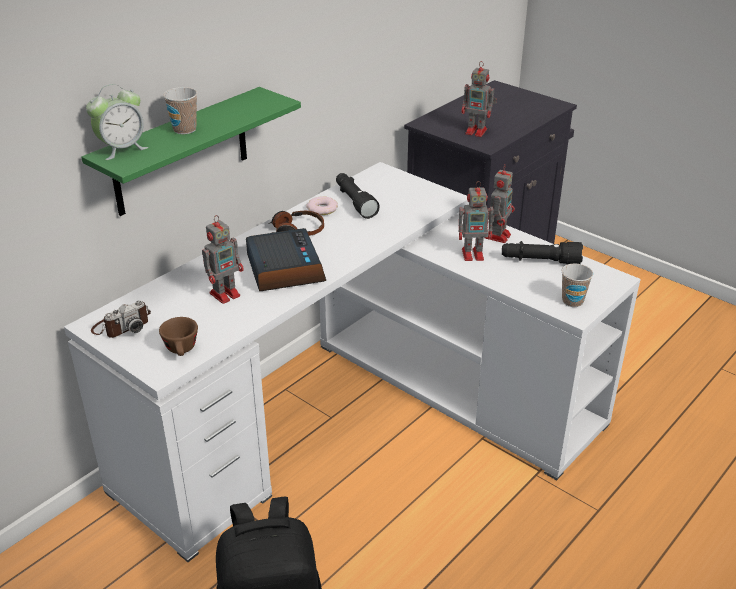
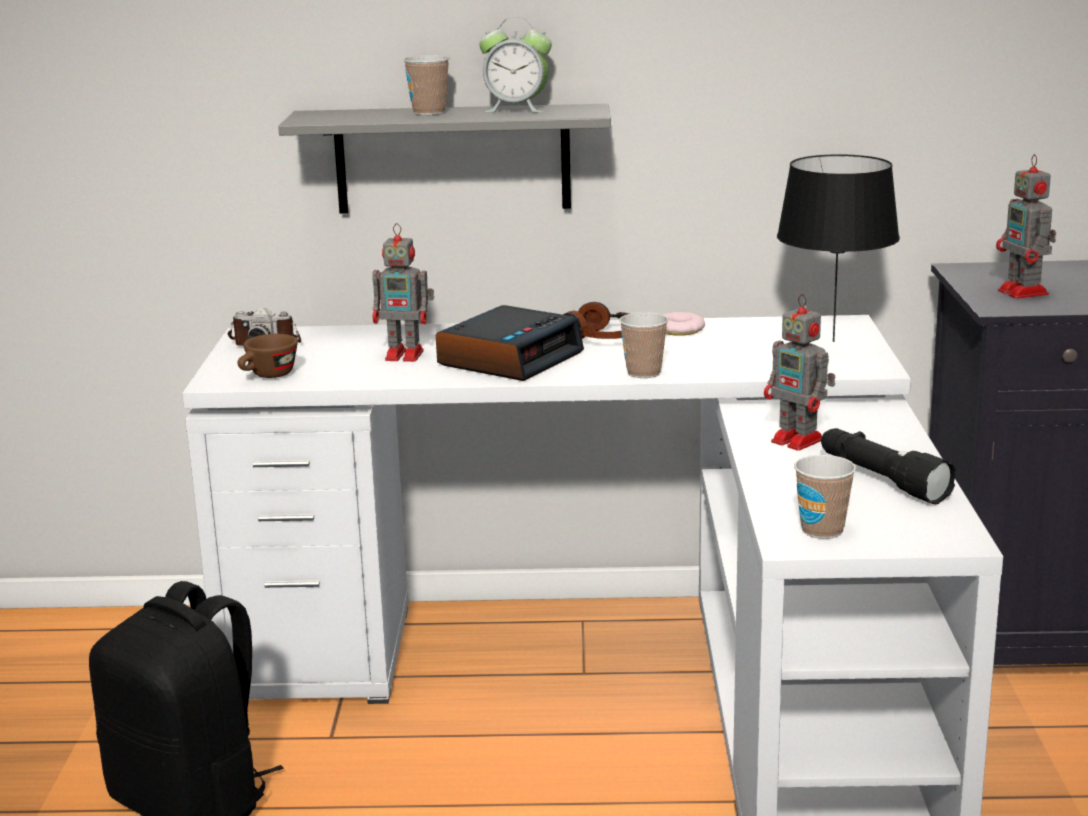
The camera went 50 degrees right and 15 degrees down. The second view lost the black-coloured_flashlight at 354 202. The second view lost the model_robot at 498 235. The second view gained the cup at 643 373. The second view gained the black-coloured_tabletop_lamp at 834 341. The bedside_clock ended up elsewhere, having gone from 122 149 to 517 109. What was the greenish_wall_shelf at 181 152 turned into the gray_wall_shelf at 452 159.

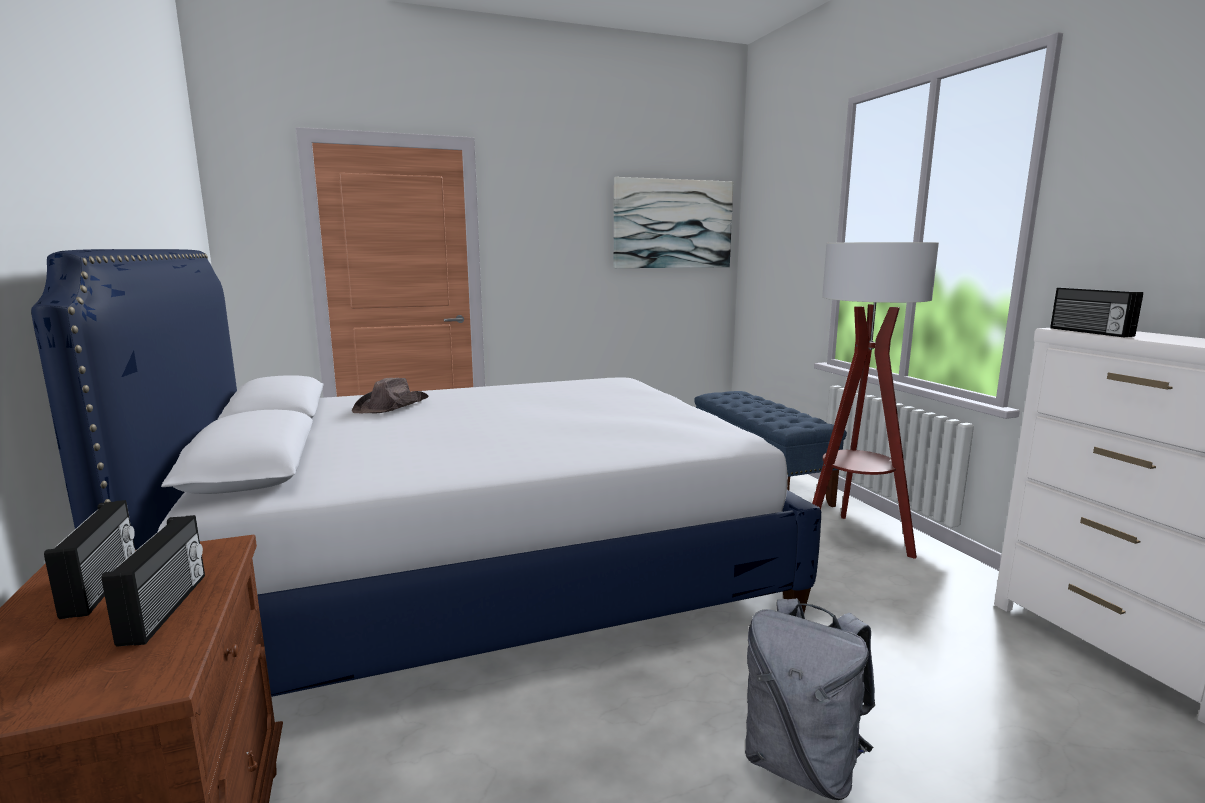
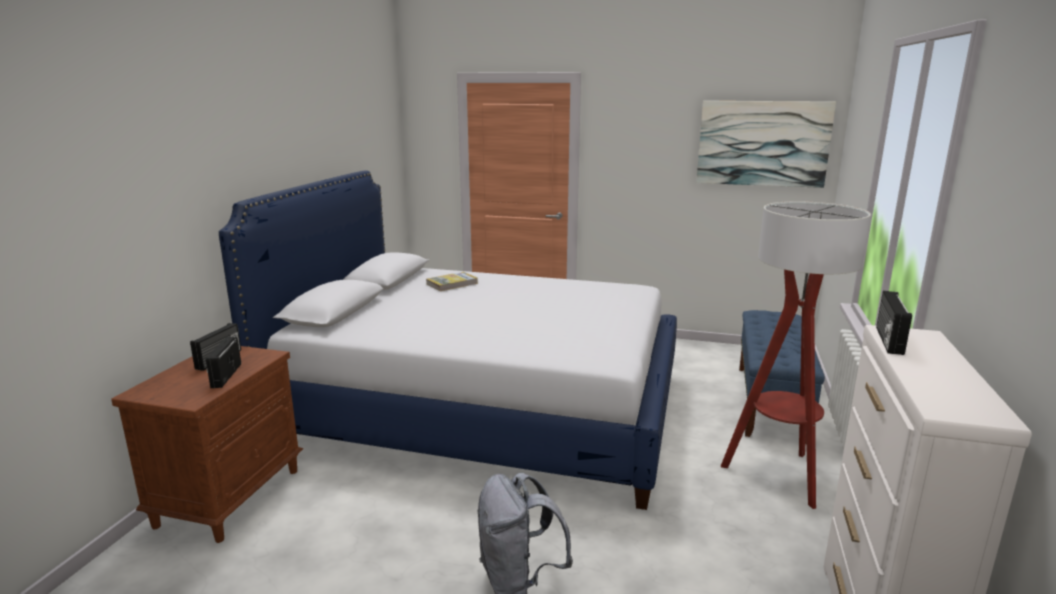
The camera went 35 degrees right and 5 degrees up. Where the brown-coloured_hat stood at 392 406, the volume came to stand at 452 284. The radio_set at 167 608 ended up facing another way, 150 degrees clockwise from before.

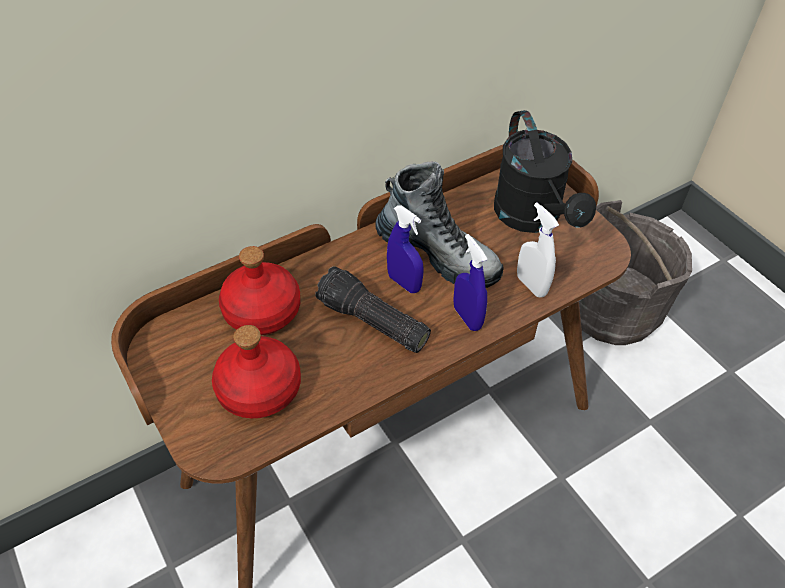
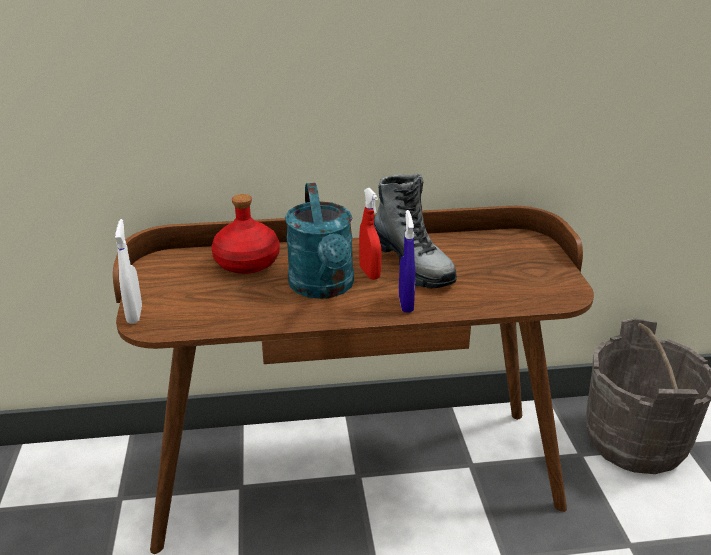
The camera went 25 degrees right and 20 degrees down. The second view lost the reddish_drink_bottle at 260 389. The second view lost the black-coloured_watering_pot at 533 218. The white-coloured_spray_bottle ended up elsewhere, having gone from 531 285 to 134 314. Where the flashlight stood at 371 323, the blue-green_watering_pot came to stand at 324 288. What was the blue-coloured_spray_bottle at 404 283 turned into the reddish_spray_bottle at 369 273.

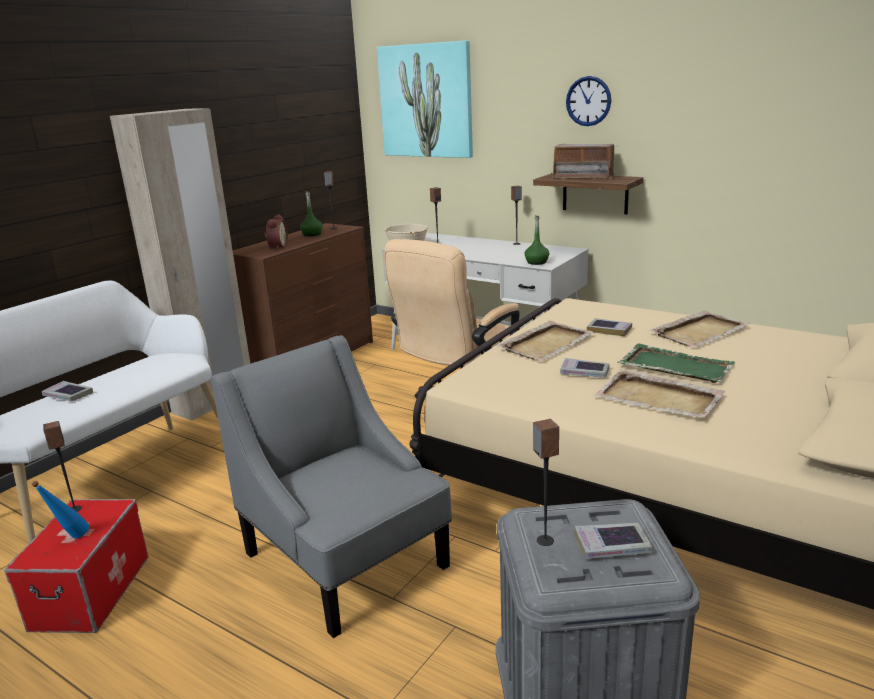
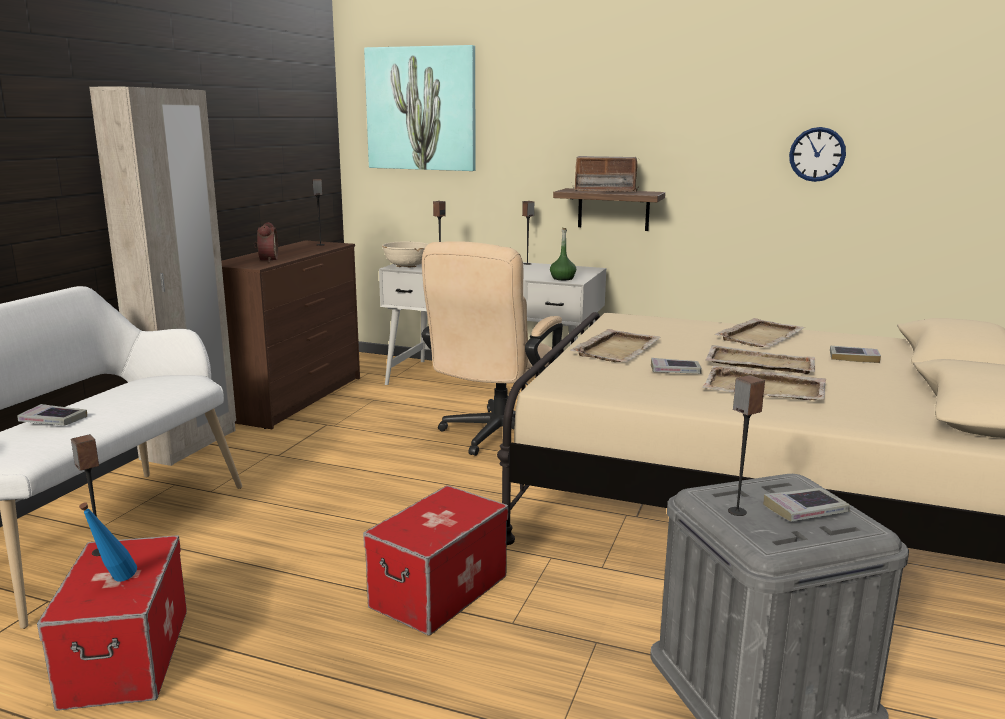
The camera went 15 degrees left and 5 degrees down. The second view lost the greenish_drink_bottle at 312 234. The wall_clock ended up elsewhere, having gone from 588 101 to 817 154. The volume ended up elsewhere, having gone from 609 330 to 854 358. Where the gray_lounge_chair stood at 346 559, the storage_bin came to stand at 439 591. What was the greenish_carrying_tray at 674 366 turned into the beige-coloured_carrying_tray at 758 363.

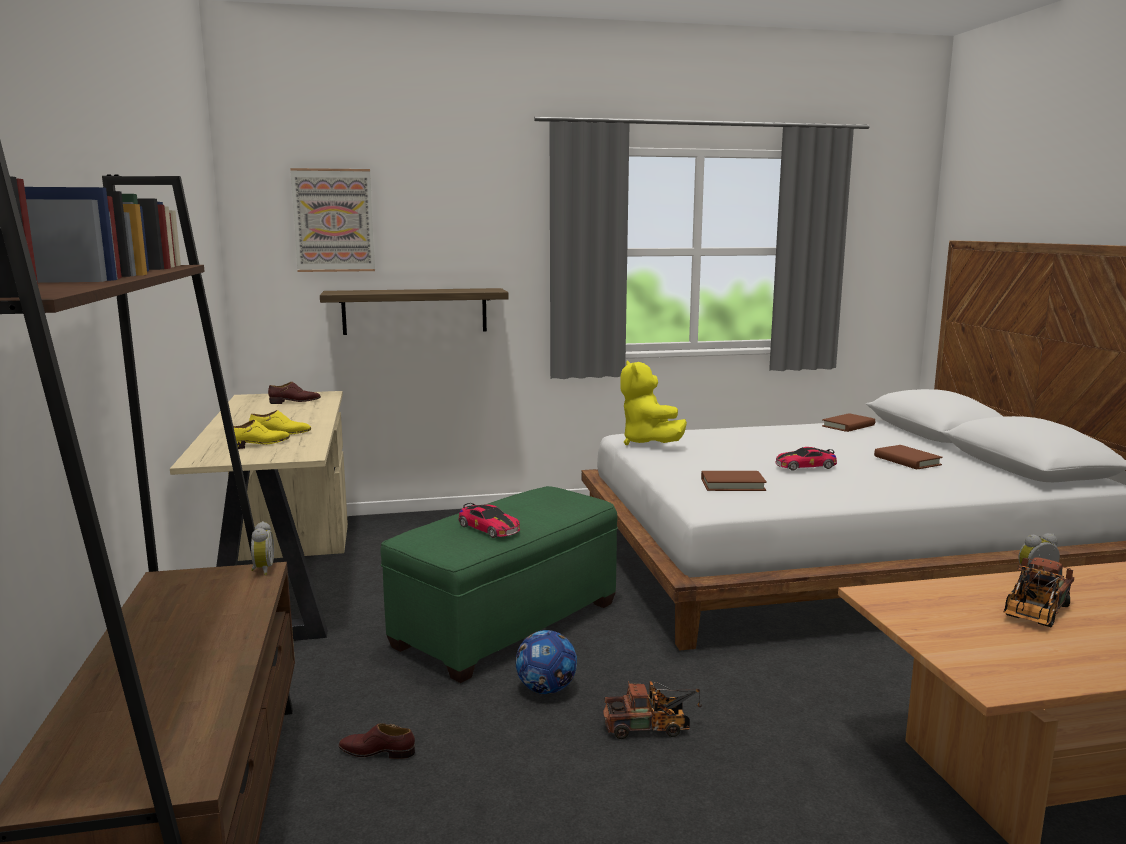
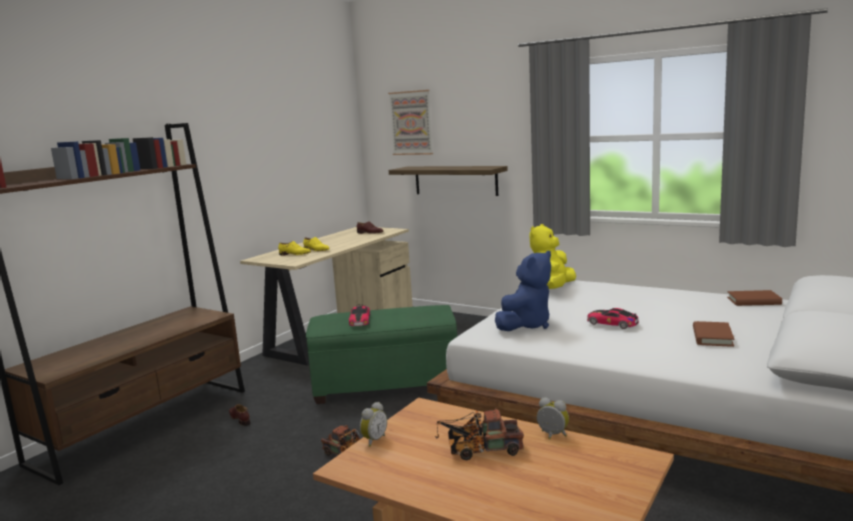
The camera went 45 degrees right and 0 degrees up. The second view lost the football at 546 689. The bedside_clock ended up elsewhere, having gone from 262 570 to 373 440. Where the brown-coloured_volume stood at 732 484, the blue-coloured_soft_toy came to stand at 526 325.

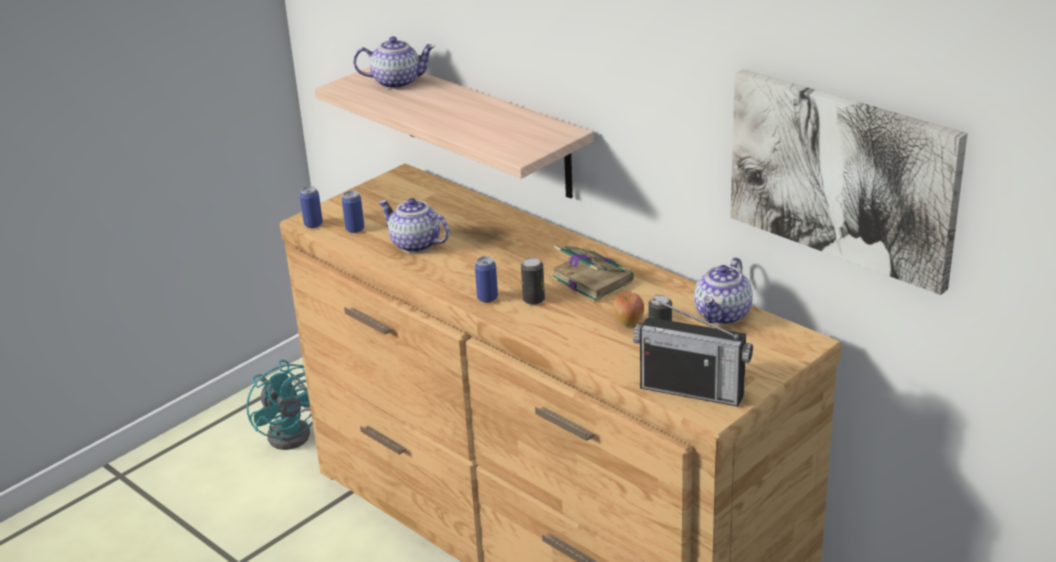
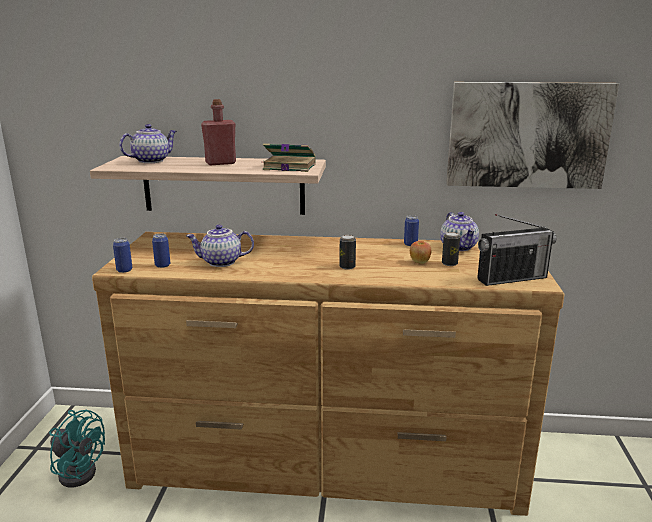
The camera went 40 degrees left and 10 degrees down. The second view gained the reddish_drink_bottle at 220 163. The can ended up elsewhere, having gone from 487 298 to 410 244. The volume ended up elsewhere, having gone from 591 279 to 288 167.

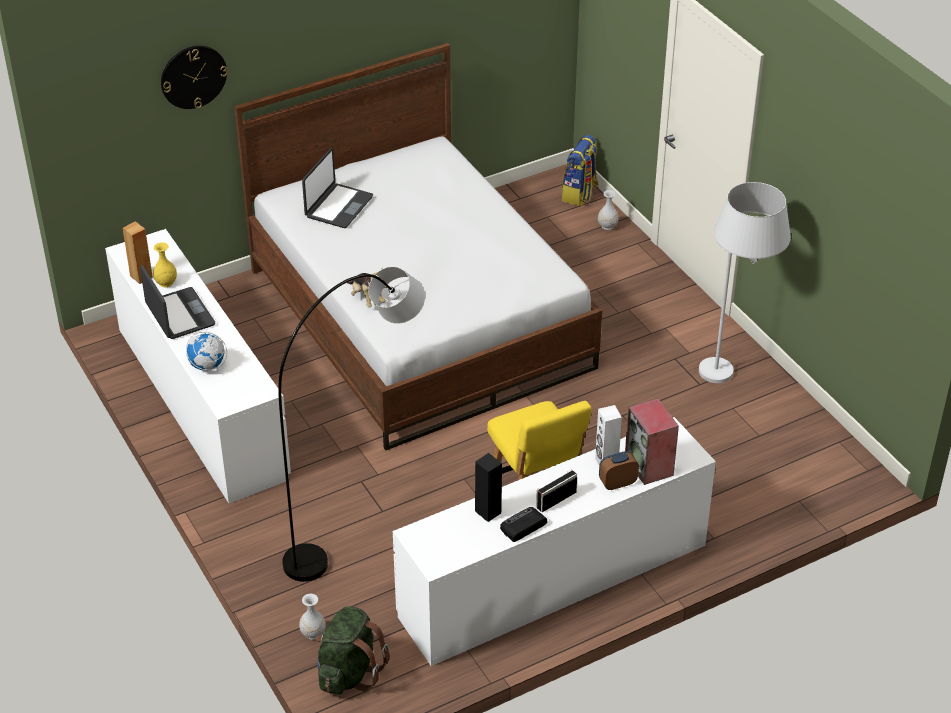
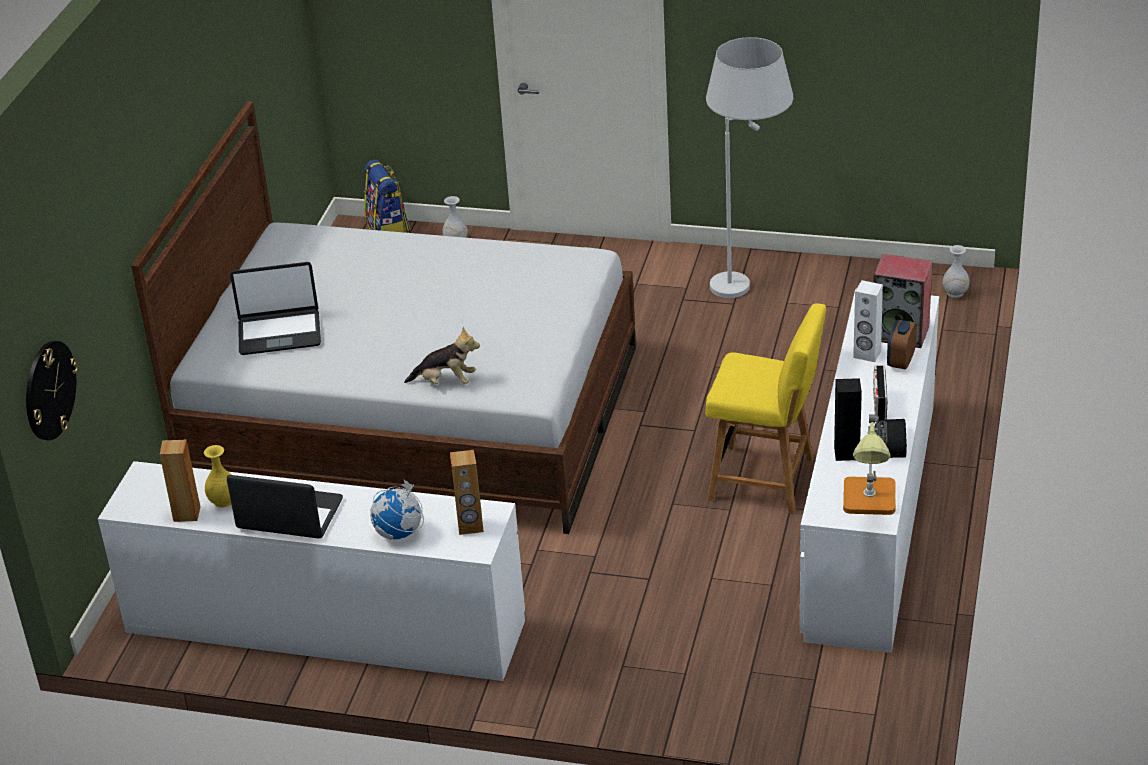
The camera went 45 degrees left and 5 degrees down. The second view lost the gray_standing_lamp at 360 515. The second view lost the greenish_backpack at 349 672. The second view gained the brown-coloured_audio_speaker at 470 526. The second view gained the tabletop_lamp at 869 503. The wall_clock ended up elsewhere, having gone from 193 76 to 49 390. The white-coloured_decorative_vase ended up elsewhere, having gone from 312 633 to 955 293. The laptop at 338 206 ended up facing another way, 105 degrees clockwise from before.

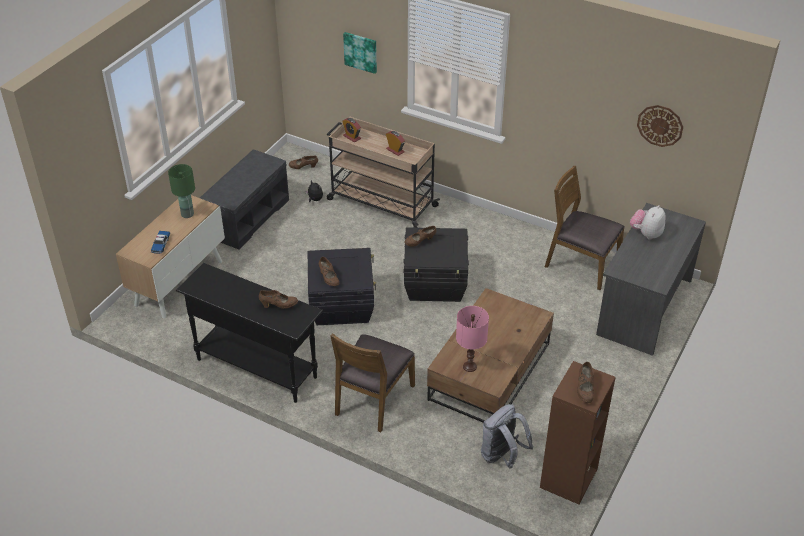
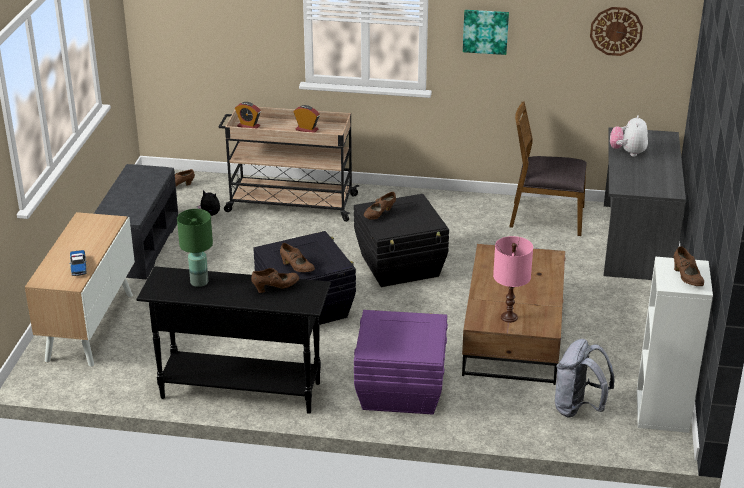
The camera went 20 degrees left and 10 degrees down. The greenish_tabletop_lamp ended up elsewhere, having gone from 188 214 to 200 282. The picture ended up elsewhere, having gone from 361 52 to 485 31. Where the brown-coloured_upright_chair stood at 373 399, the purple_storage_bin came to stand at 400 389. What was the brown-coloured_bookshelf at 569 479 turned into the white-coloured_bookshelf at 663 411.

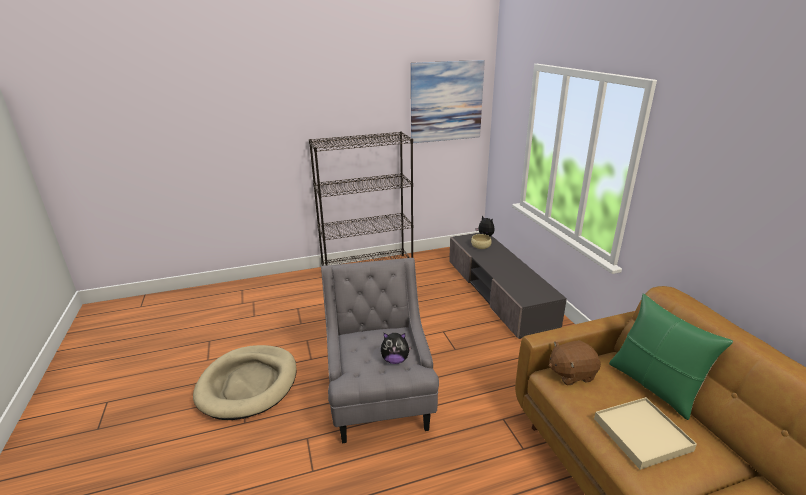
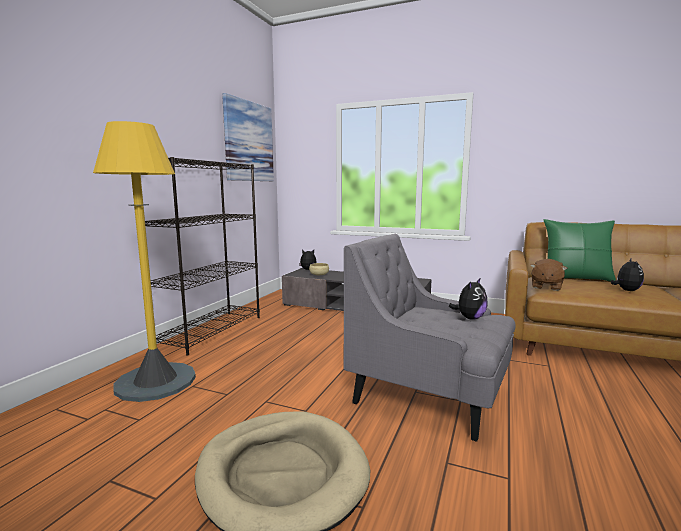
The camera went 50 degrees left and 15 degrees down. The second view gained the yellow_standing_lamp at 156 382. Where the beige-coloured_carrying_tray stood at 642 434, the soft_toy came to stand at 626 290.

